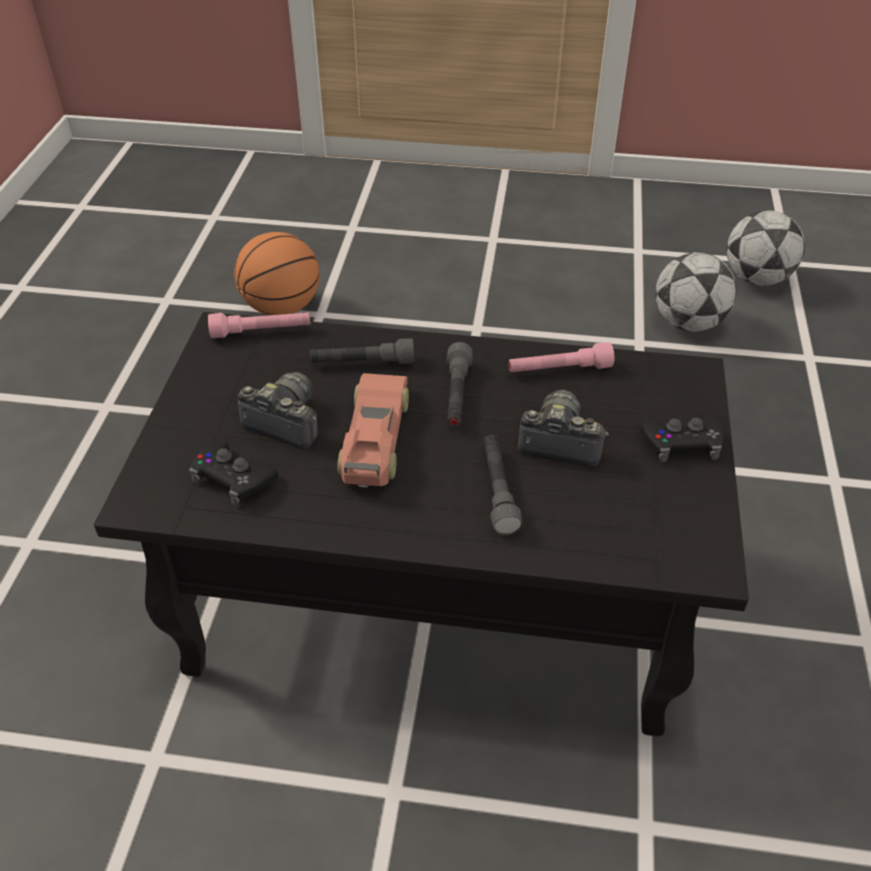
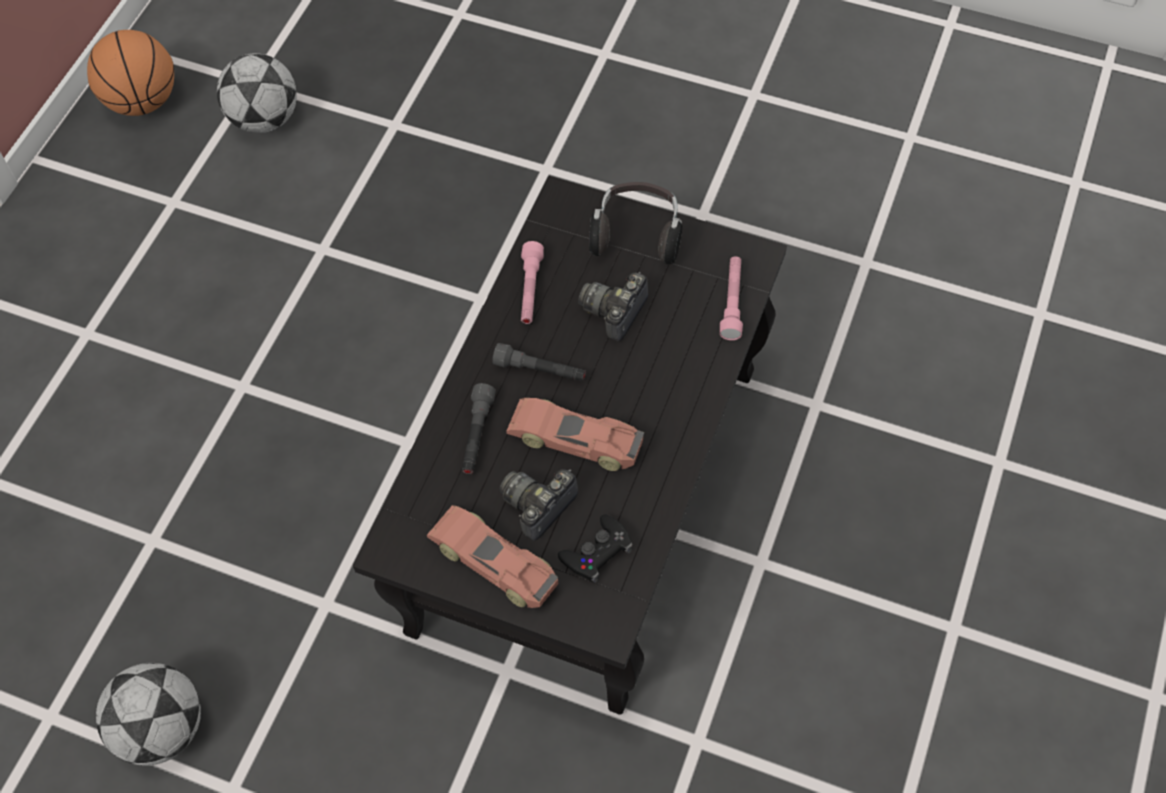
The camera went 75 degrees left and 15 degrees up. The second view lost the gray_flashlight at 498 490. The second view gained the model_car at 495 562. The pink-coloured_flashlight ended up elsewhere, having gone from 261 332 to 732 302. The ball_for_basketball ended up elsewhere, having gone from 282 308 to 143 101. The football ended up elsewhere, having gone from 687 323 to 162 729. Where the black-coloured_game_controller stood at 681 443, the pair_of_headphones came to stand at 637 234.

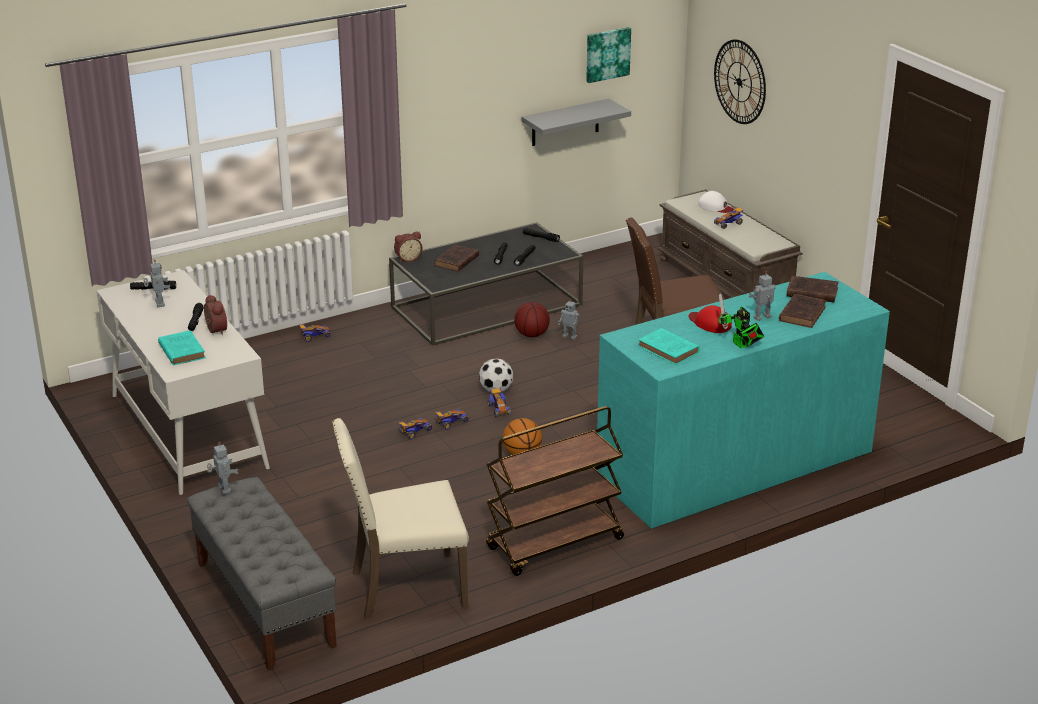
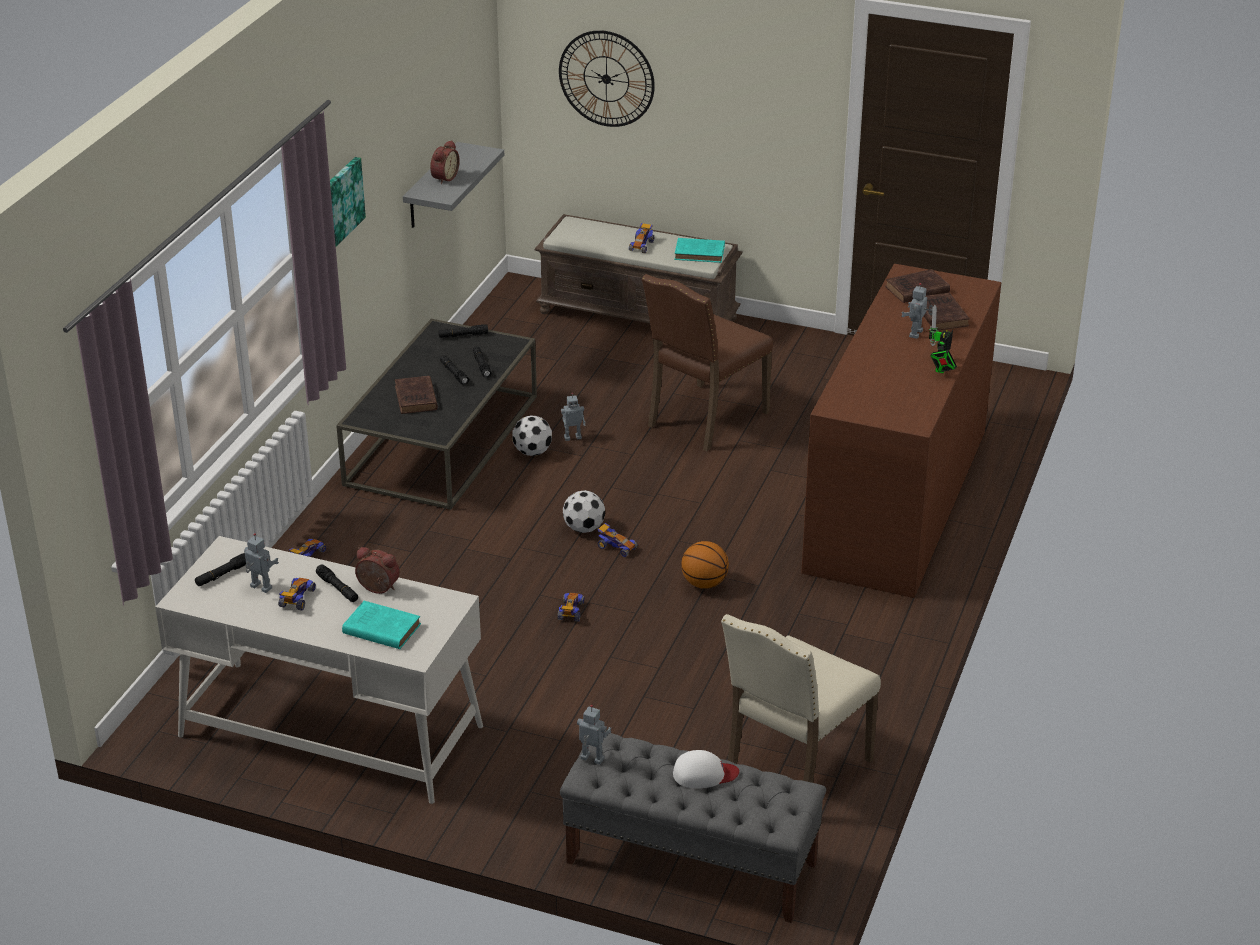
The camera went 40 degrees left and 5 degrees up. The second view lost the brown-coloured_wheeled_cart at 554 545. The second view lost the reddish_peaked_cap at 709 323. The bedside_clock ended up elsewhere, having gone from 408 258 to 443 178. The model_car ended up elsewhere, having gone from 451 423 to 297 599. The picture ended up elsewhere, having gone from 607 54 to 342 201. The blue-green_volume ended up elsewhere, having gone from 669 350 to 701 253. The white-coloured_peaked_cap ended up elsewhere, having gone from 715 207 to 704 774. Where the ball_for_basketball stood at 532 334, the football came to stand at 532 451. What was the blue-green_dresser at 735 464 turned into the brown-coloured_dresser at 896 500. The model_robot at 741 345 ended up facing another way, 90 degrees clockwise from before.

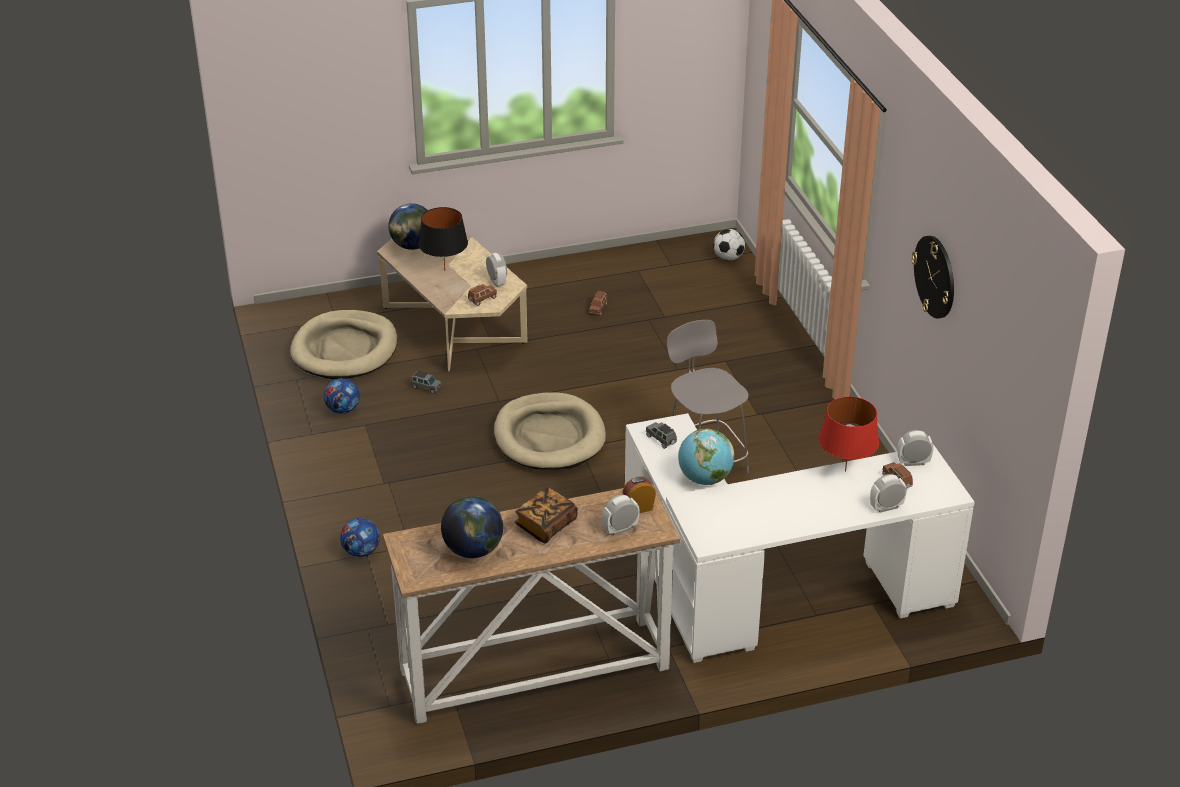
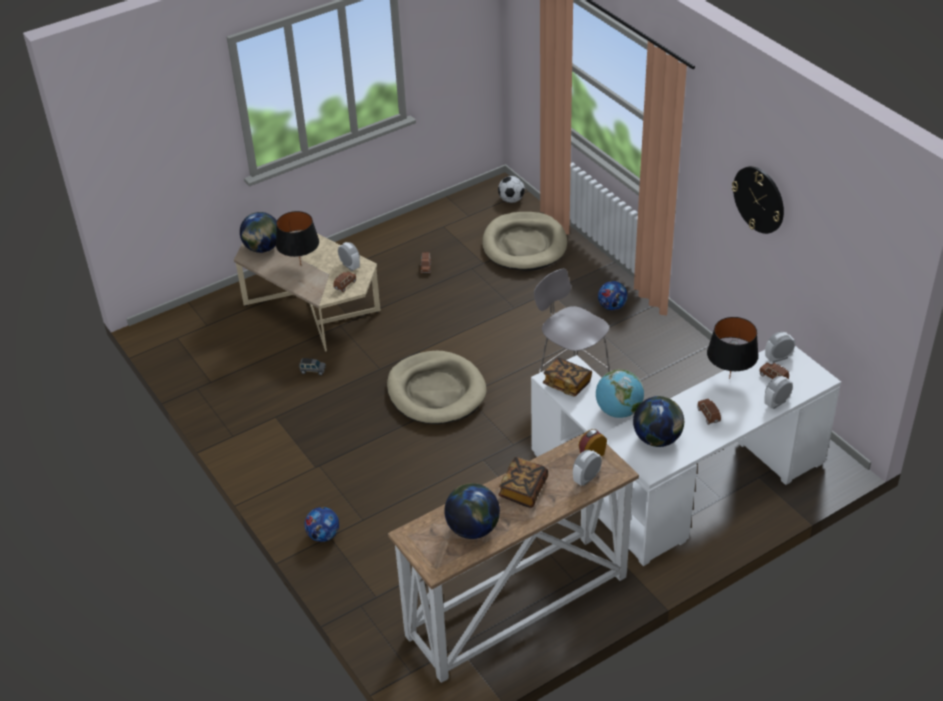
The camera went 15 degrees left and 5 degrees up. The second view gained the globe at 657 439. The second view gained the brown-coloured_model_car at 708 416. The beige-coloured_dog_bed ended up elsewhere, having gone from 345 349 to 524 245. The football ended up elsewhere, having gone from 343 410 to 612 306. Where the gray_model_car stood at 661 440, the volume came to stand at 567 384. What was the reddish_tabletop_lamp at 845 471 turned into the black-coloured_tabletop_lamp at 729 378.

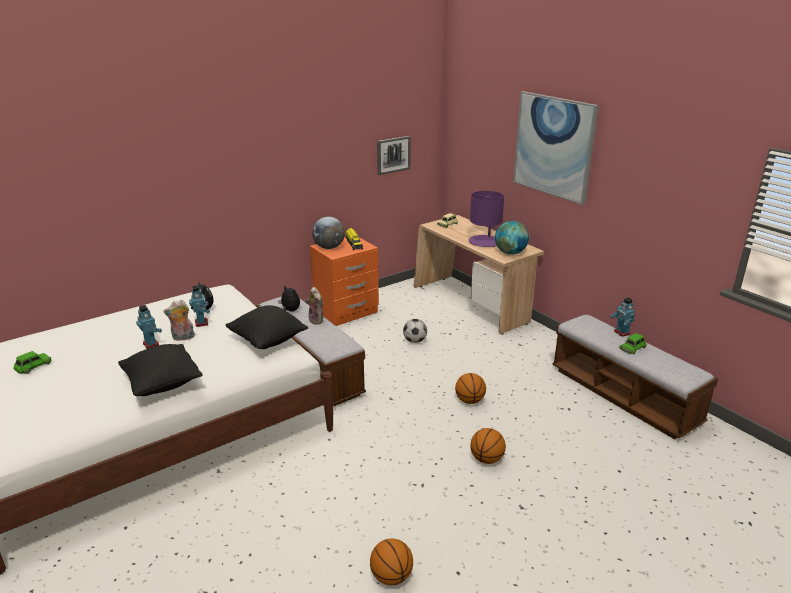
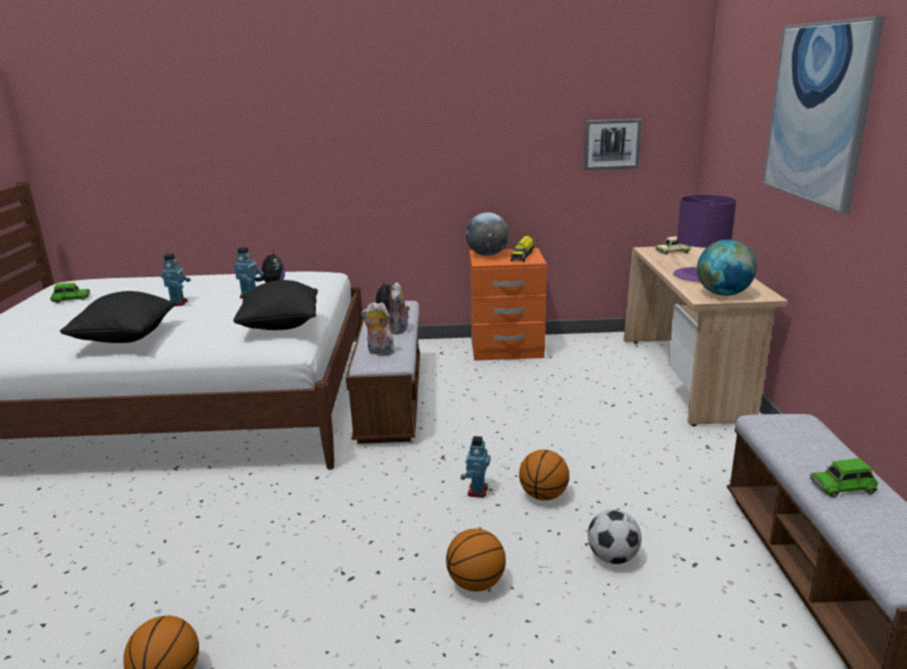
The camera went 35 degrees right and 5 degrees down. The soft_toy ended up elsewhere, having gone from 182 338 to 379 352. The football ended up elsewhere, having gone from 414 341 to 612 557. The model_robot ended up elsewhere, having gone from 621 332 to 477 491.

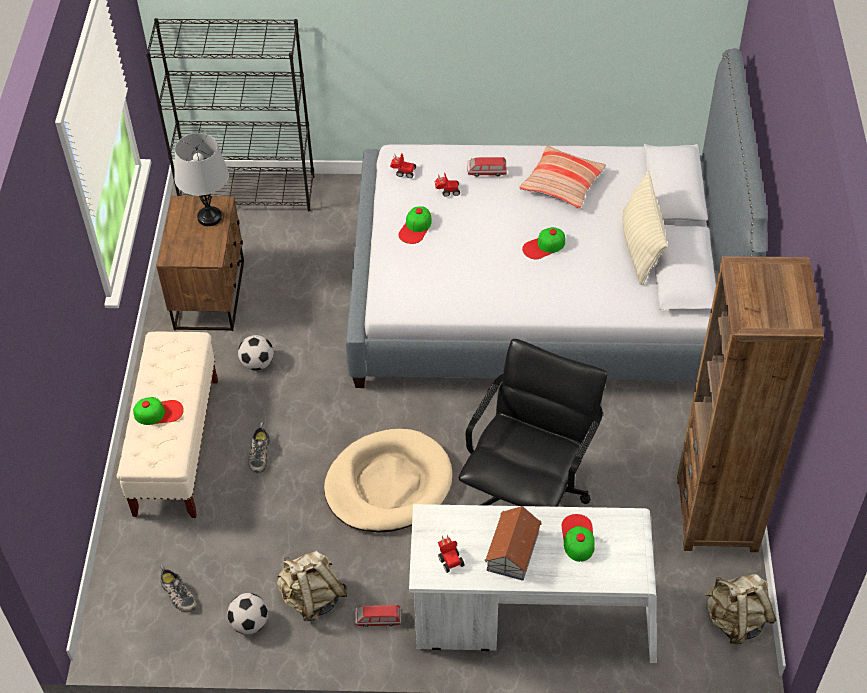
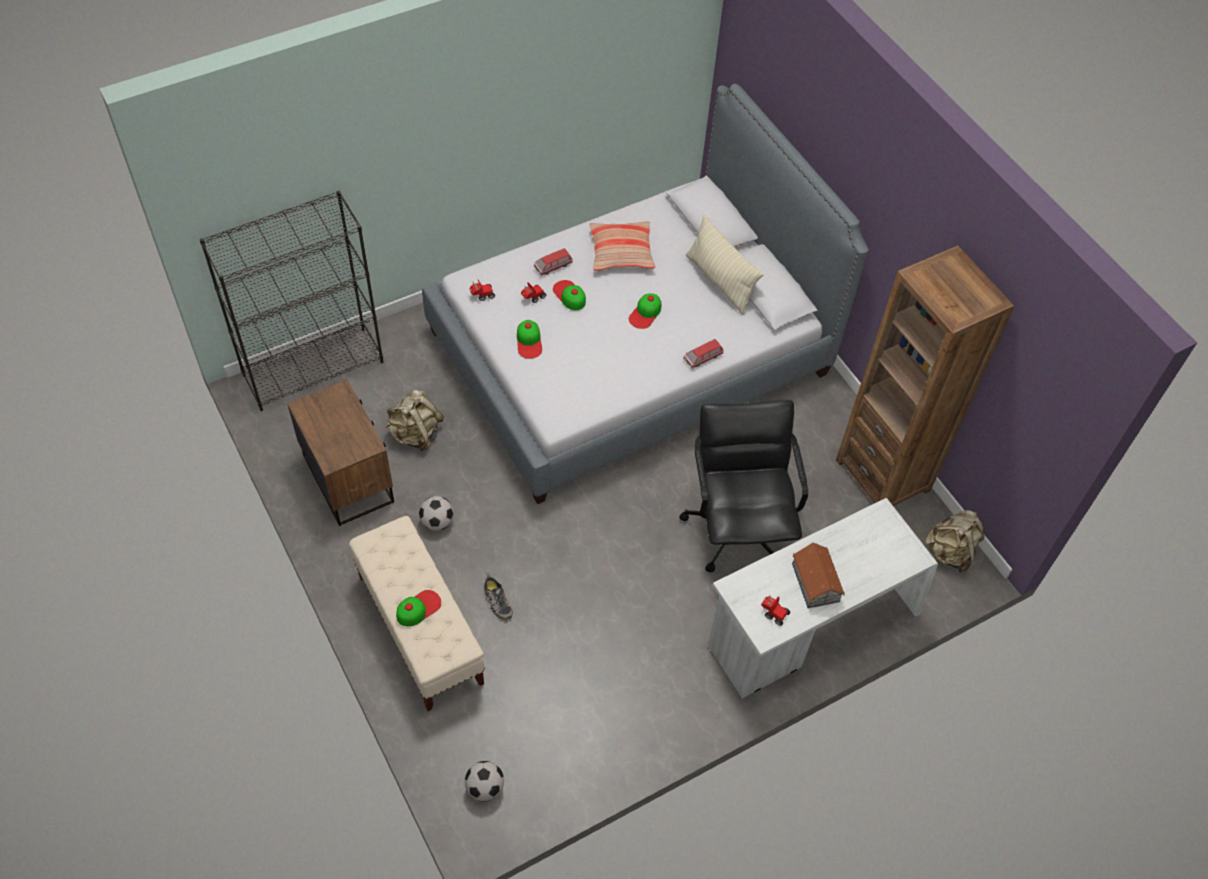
The camera went 35 degrees left and 5 degrees up. The second view lost the low_shoe at 177 594. The second view lost the gray_tabletop_lamp at 209 217. The second view lost the beige-coloured_dog_bed at 388 484. The football ended up elsewhere, having gone from 250 623 to 485 787. The beige-coloured_backpack ended up elsewhere, having gone from 312 598 to 416 434. The model_car ended up elsewhere, having gone from 378 619 to 702 357. The peaked_cap ended up elsewhere, having gone from 578 537 to 569 295.

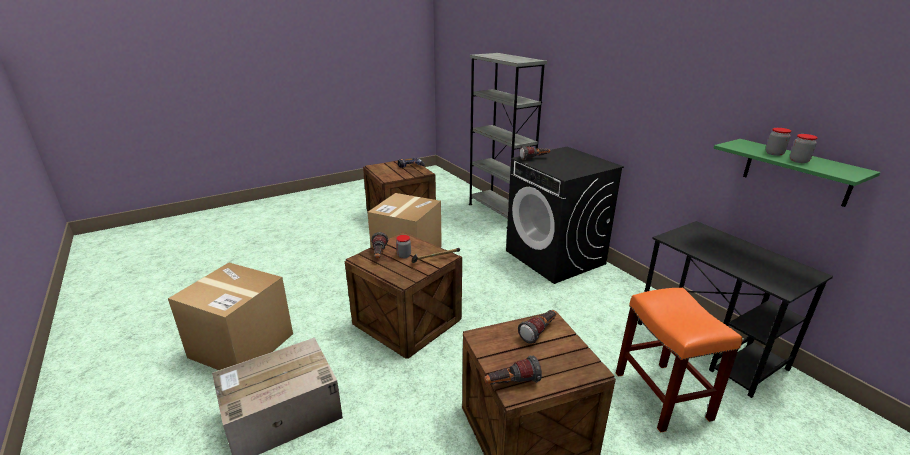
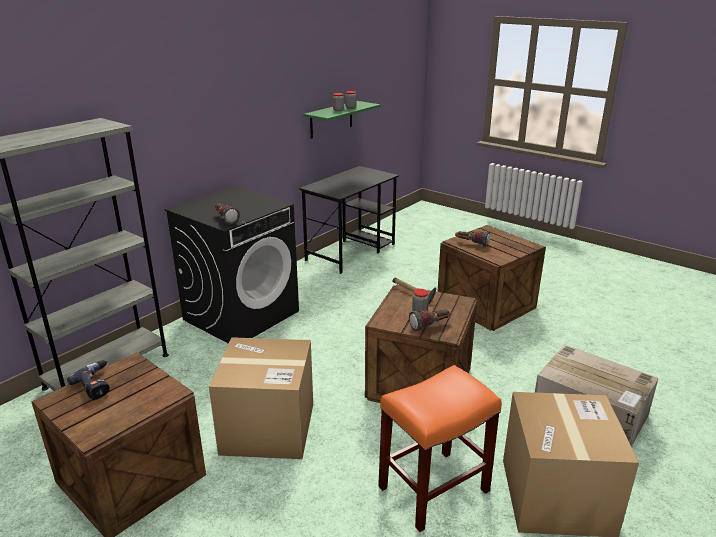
The camera went 110 degrees left and 0 degrees up. The second view lost the flashlight at 511 383. The orangey_stool ended up elsewhere, having gone from 661 395 to 433 490.

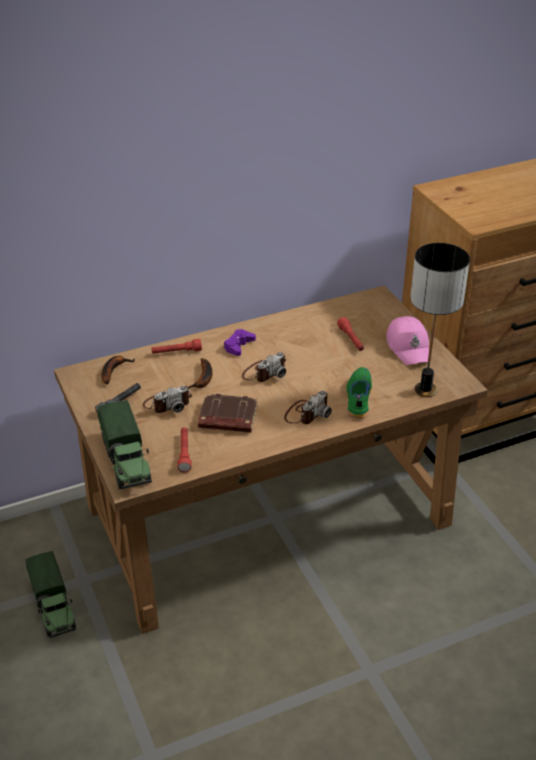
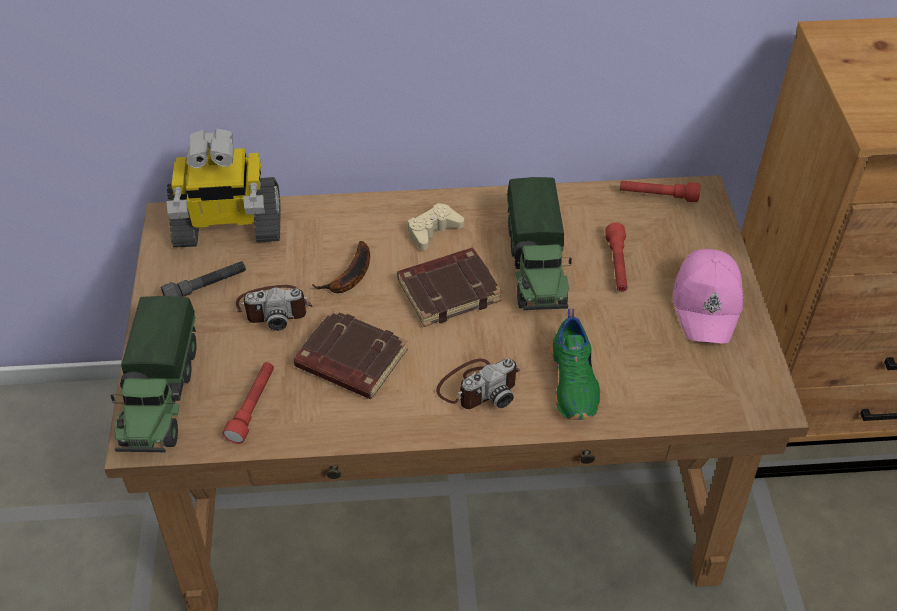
The camera went 20 degrees right and 10 degrees up. The second view lost the tabletop_lamp at 425 390. The toy_lorry ended up elsewhere, having gone from 53 607 to 536 267. The reddish_flashlight ended up elsewhere, having gone from 176 352 to 658 196. Where the banana_fruit stood at 113 370, the model_robot came to stand at 227 227. Where the still_camera stood at 264 372, the brown-coloured_volume came to stand at 449 290. What was the purple_game_controller at 238 346 turned into the beige-coloured_game_controller at 433 231. The greenish_low_shoe at 357 398 ended up facing another way, 150 degrees clockwise from before.

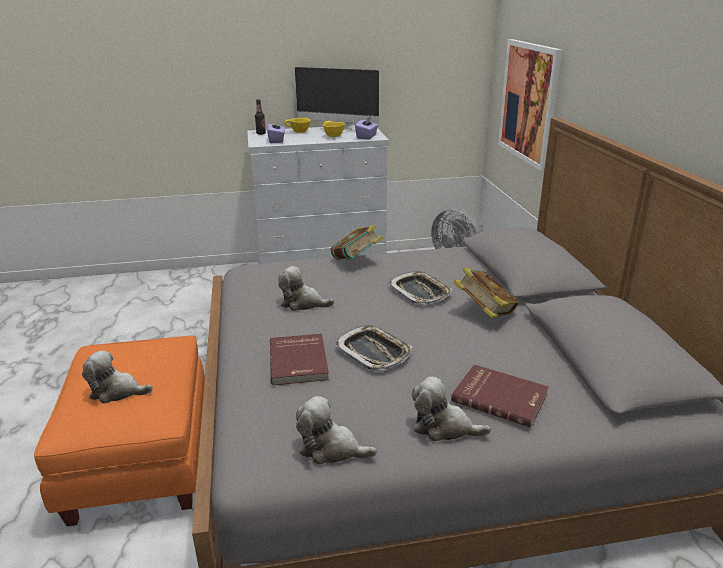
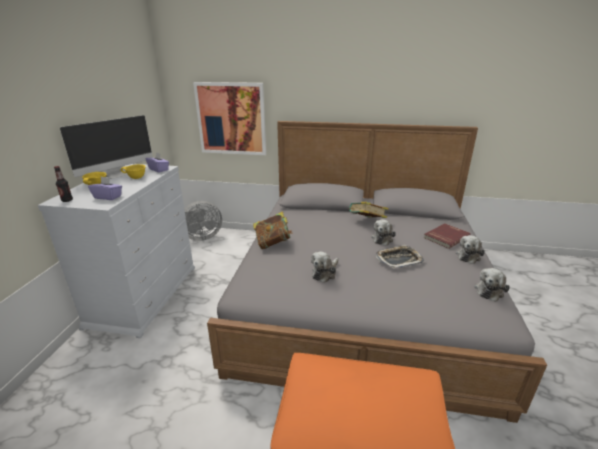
The camera went 70 degrees left and 0 degrees up. The second view lost the reddish_volume at 300 361. The second view lost the carrying_tray at 419 292. The soft_toy ended up elsewhere, having gone from 117 392 to 382 238.

